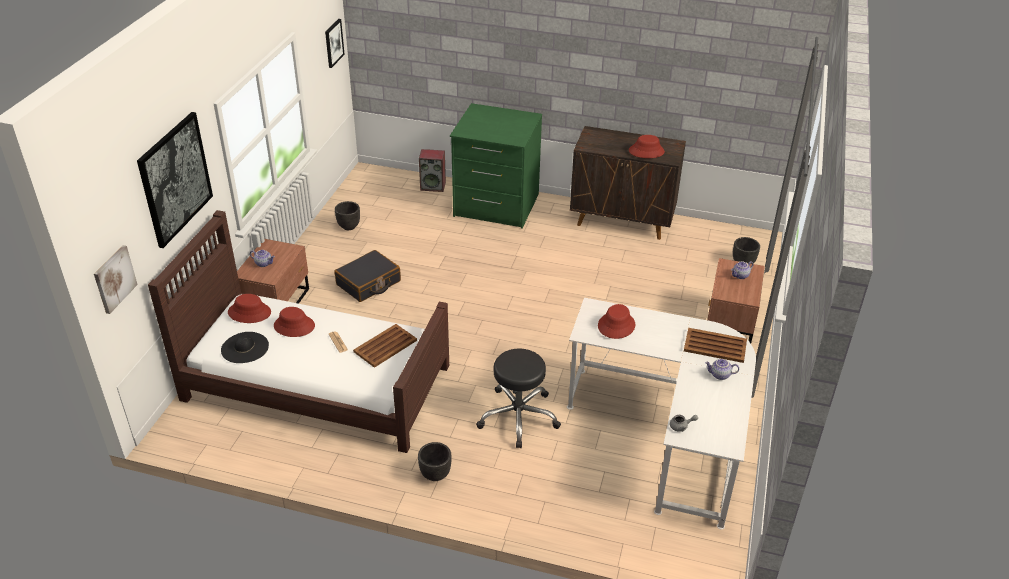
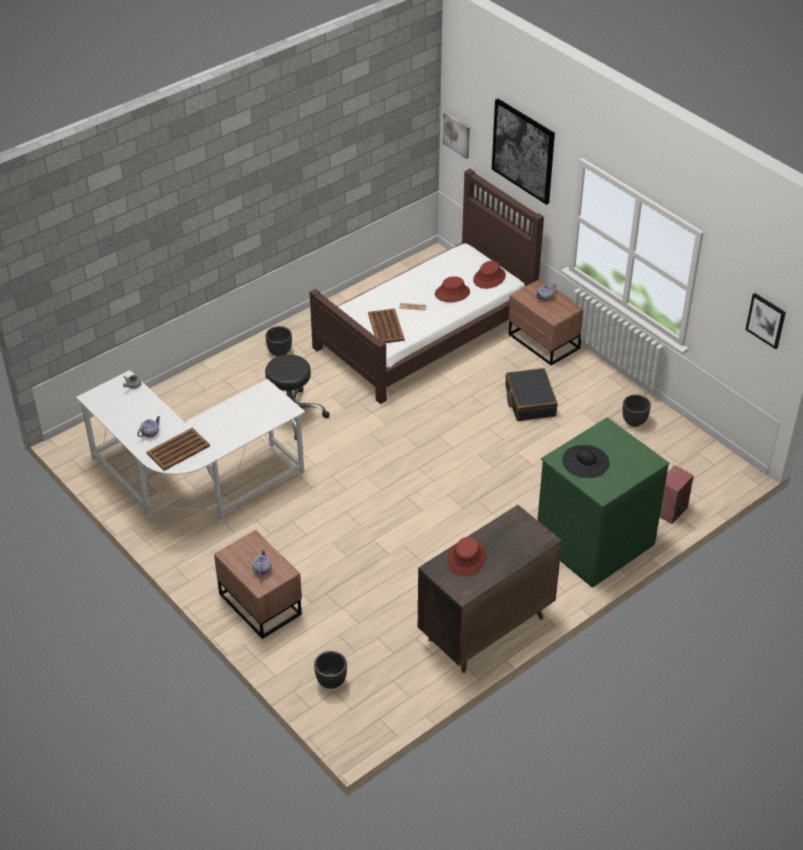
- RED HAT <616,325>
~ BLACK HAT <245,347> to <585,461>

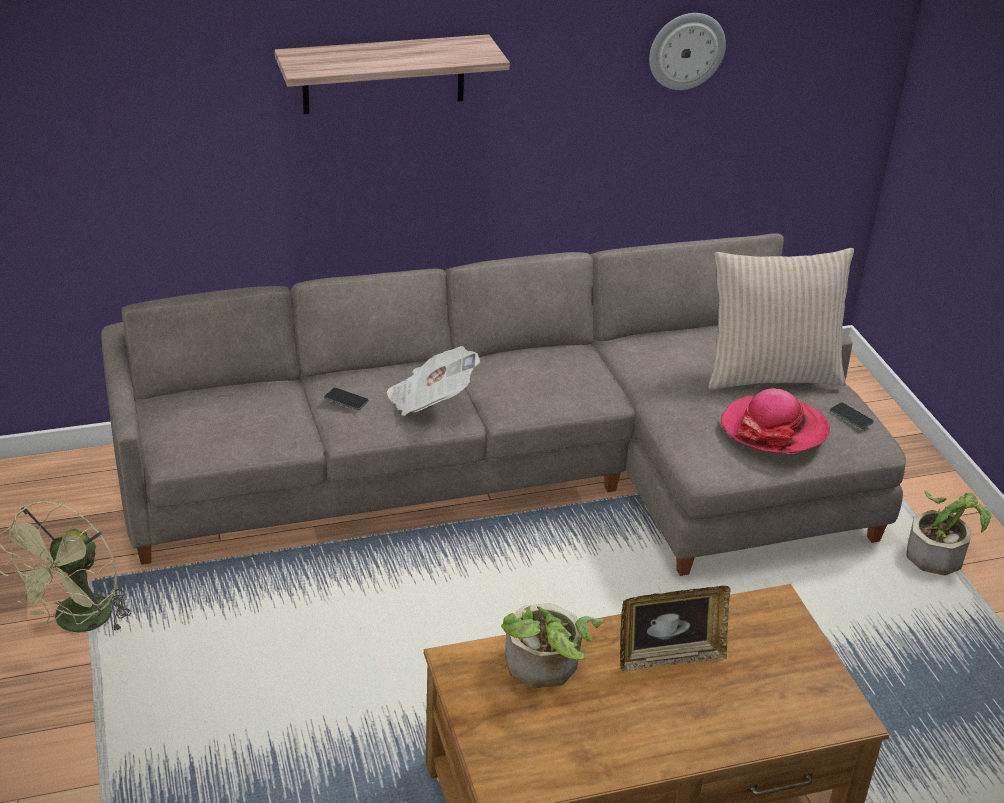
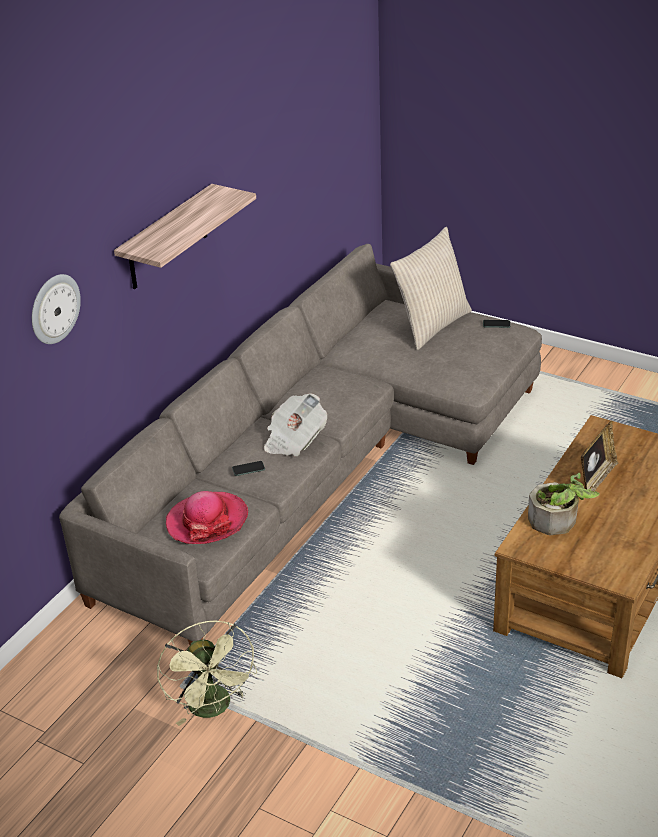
~ WALL CLOCK <686,50> to <54,308>
~ HAT <774,429> to <207,521>
- POTTED PLANT <940,553>

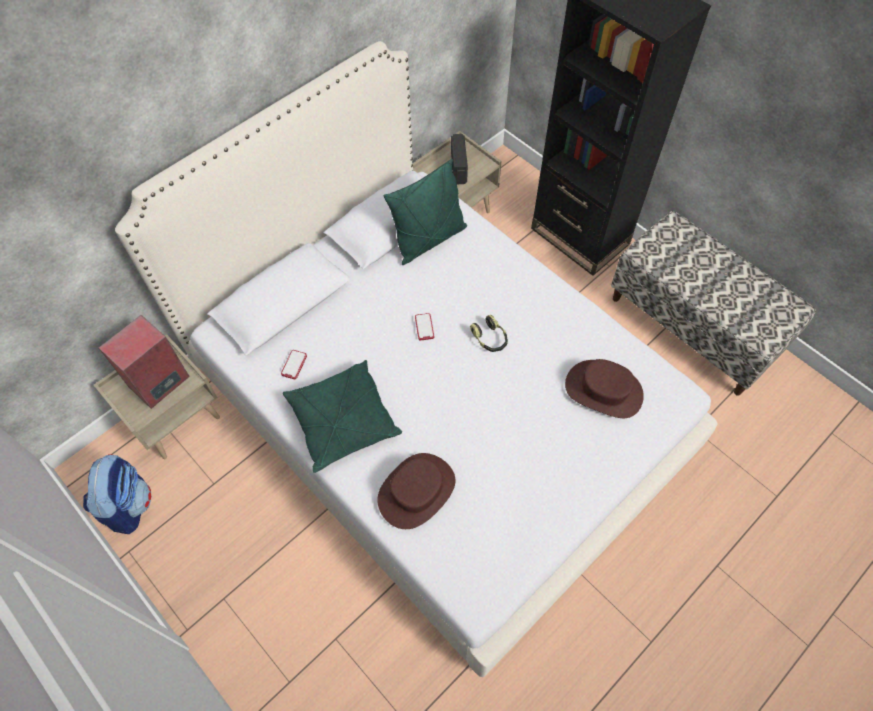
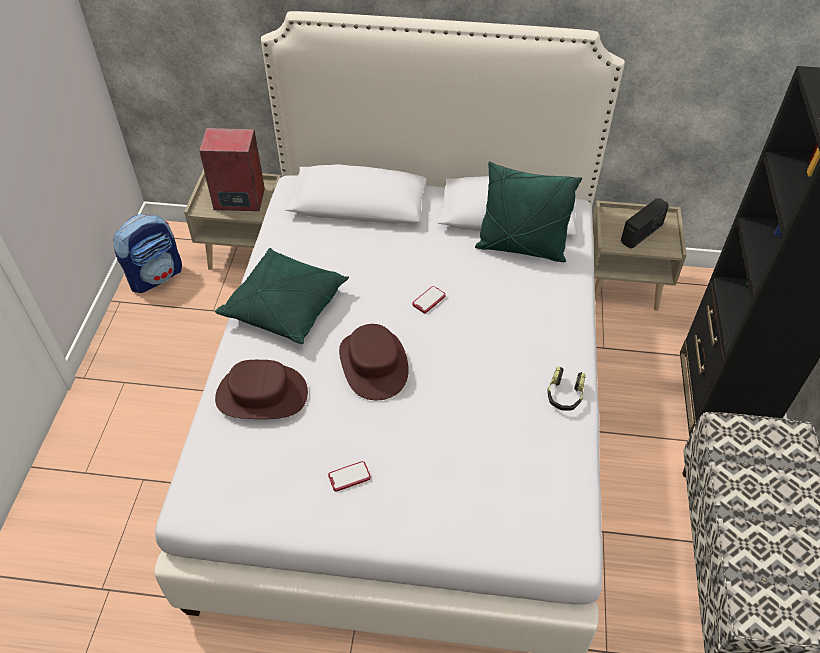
~ HEADPHONES <490,338> to <564,395>
~ PHONE <294,365> to <349,477>
~ BROWN HAT <604,390> to <374,364>

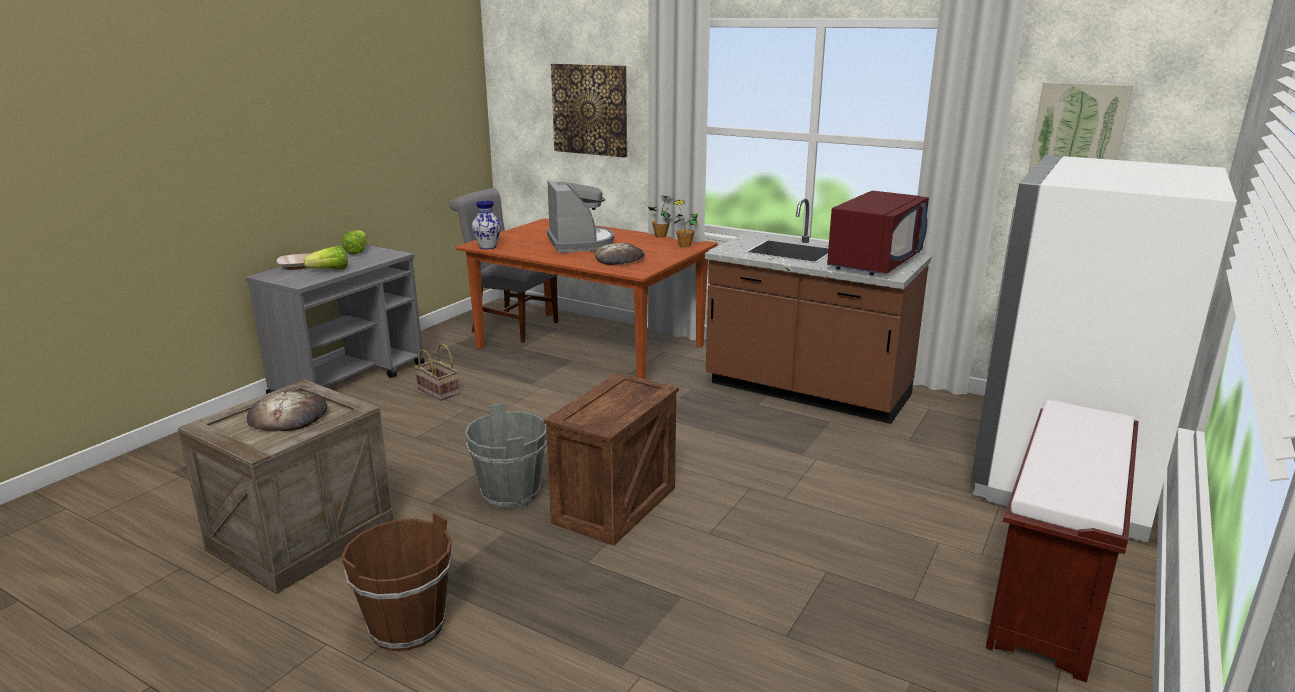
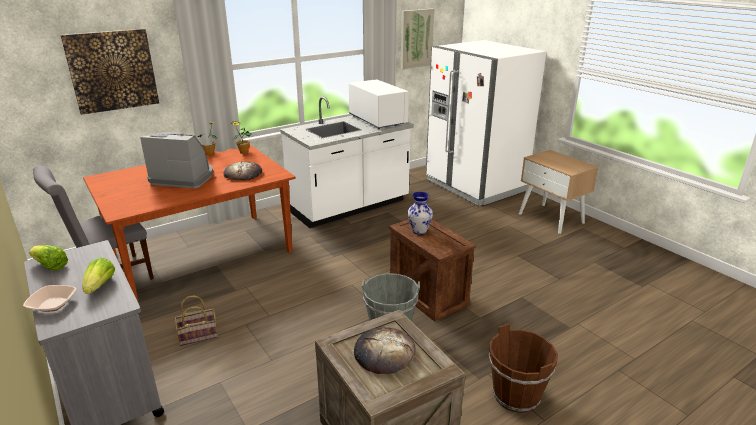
~ RED MICROWAVE <875,262> to WHITE MICROWAVE <377,120>
~ BROWN COUNTER <806,391> to WHITE COUNTER <350,207>
~ VASE <487,247> to <419,231>
~ BROWN BENCH <1051,595> to BEIGE NIGHTSTAND <551,218>

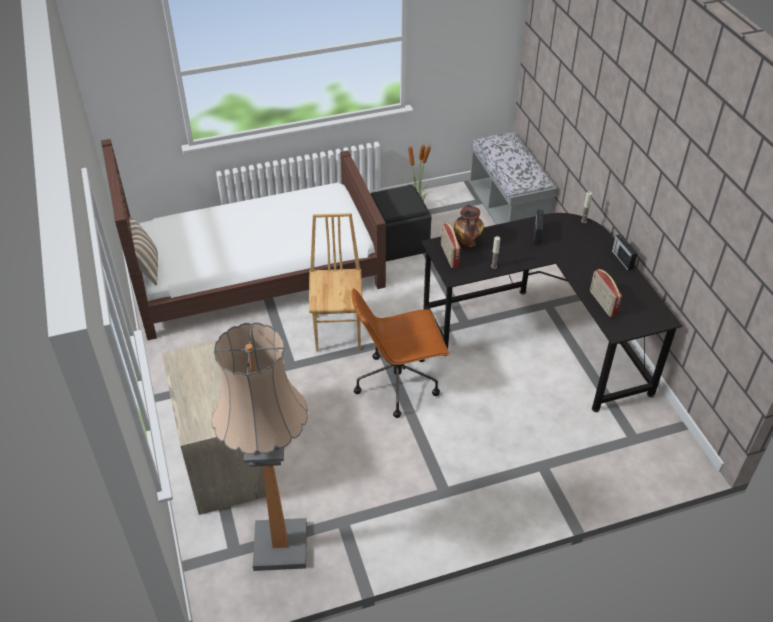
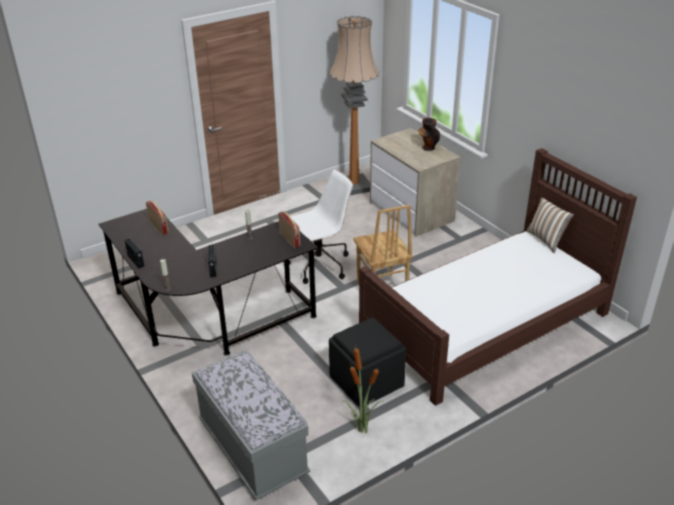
~ VASE <467,242> to <427,147>
~ BROWN OFFICE CHAIR <398,383> to WHITE OFFICE CHAIR <318,266>

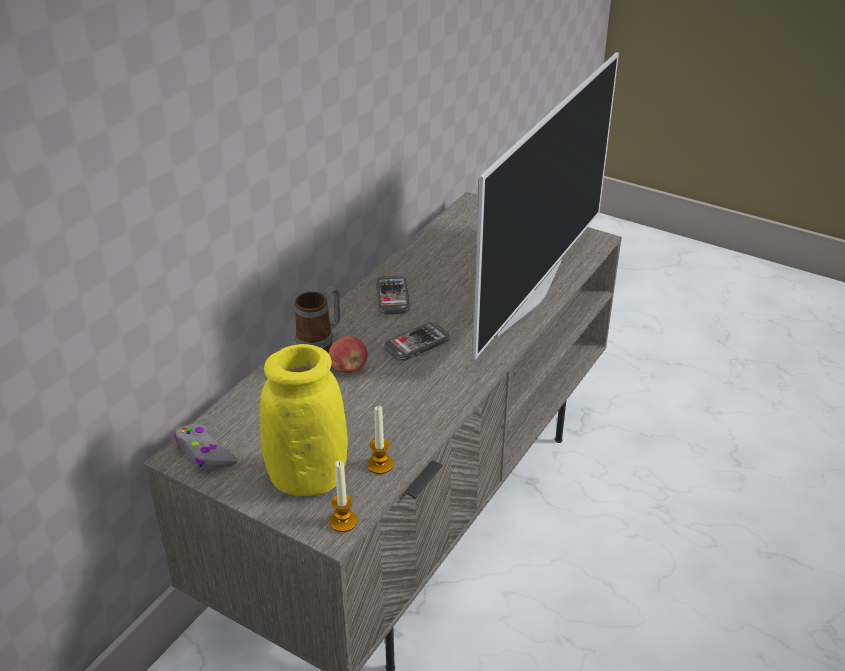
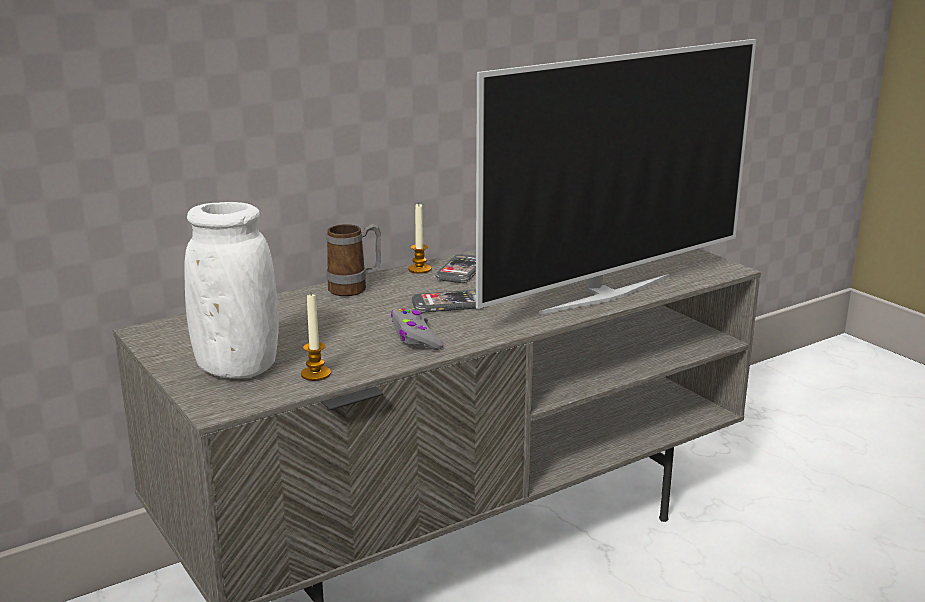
- APPLE <349,368>
~ YELLOW VASE <308,479> to WHITE VASE <237,368>
~ GREY GAME CONTROLLER <205,453> to <415,338>
~ CANDLE <343,521> to <419,269>

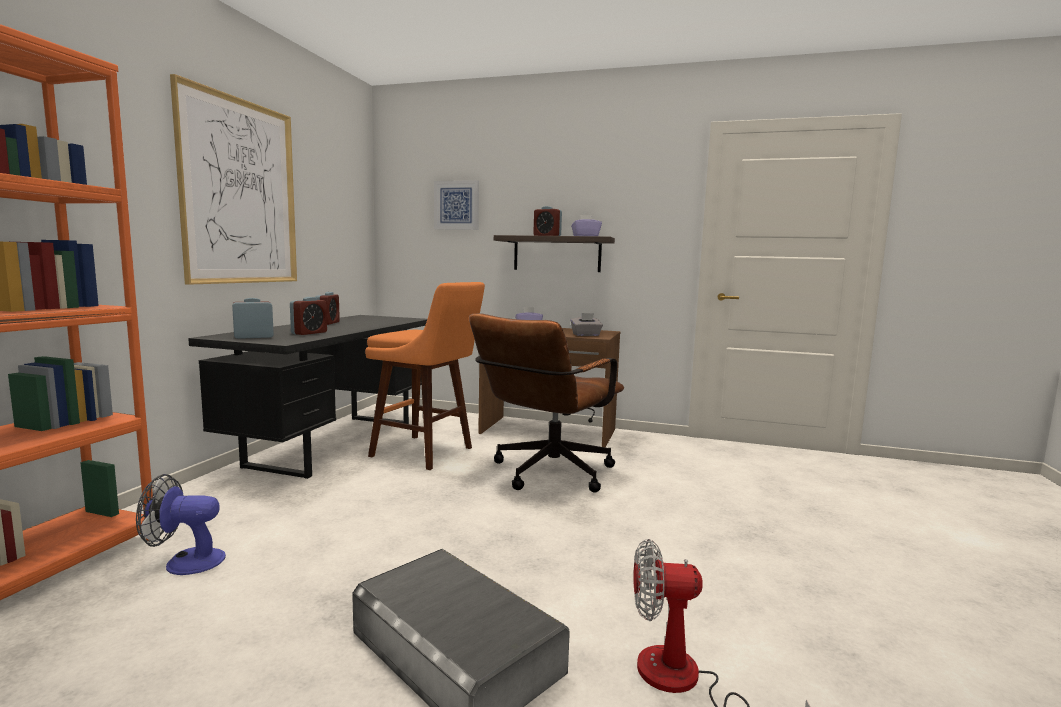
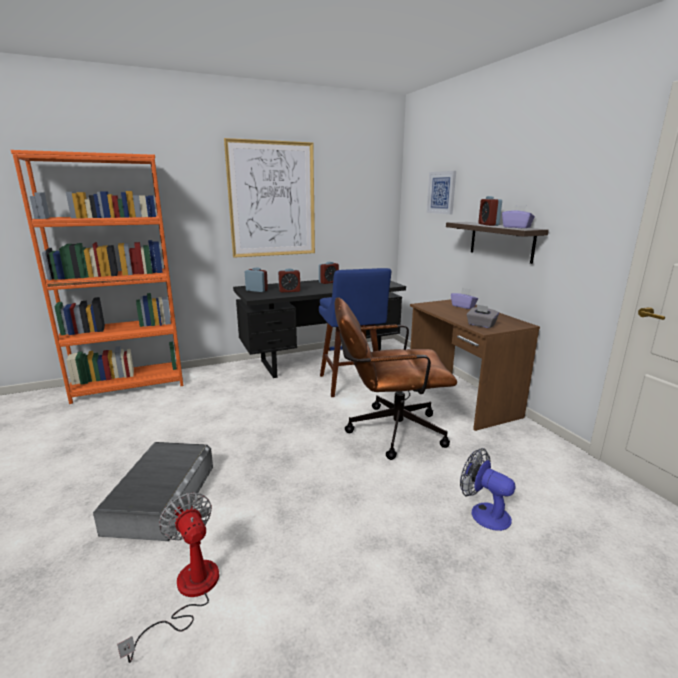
~ ORANGE STOOL <427,453> to BLUE STOOL <351,385>
~ FAN <185,562> to <483,513>

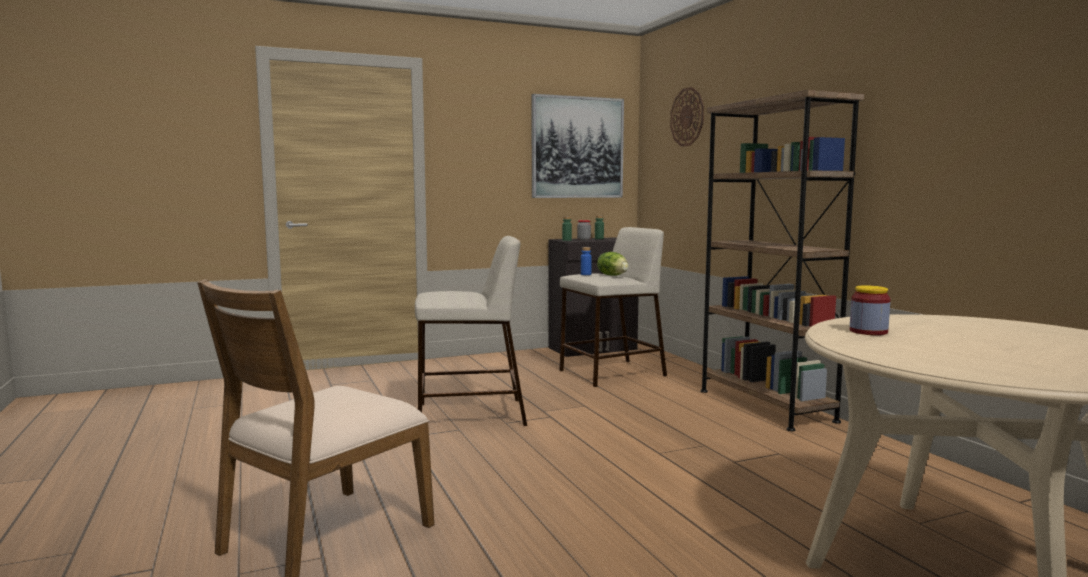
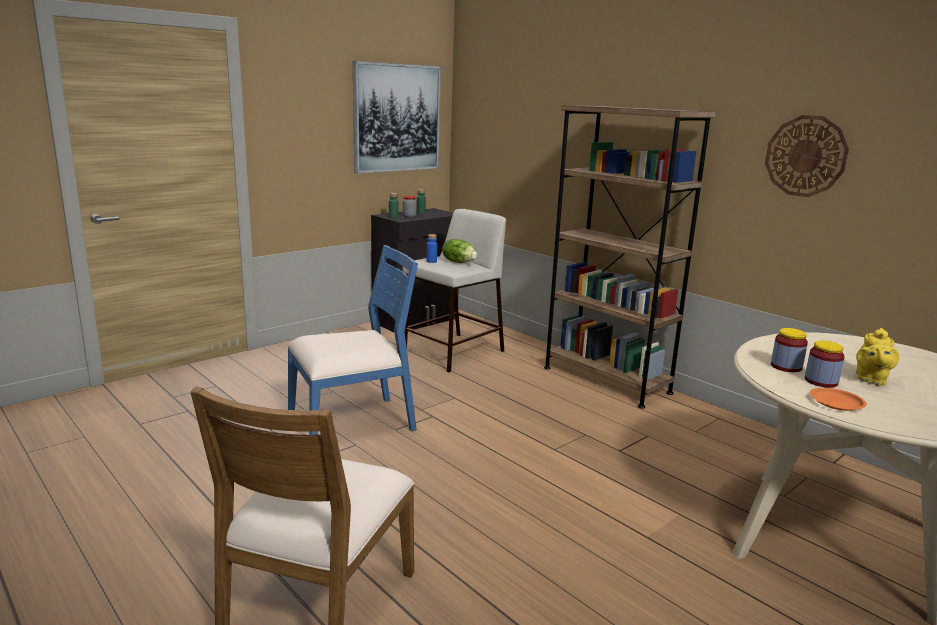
~ WALL CLOCK <687,117> to <805,156>
~ BEIGE STOOL <469,414> to BLUE CHAIR <353,423>
+ YELLOW TEAPOT <870,380>
+ JAR <821,381>
+ ORANGE PLATE <836,402>

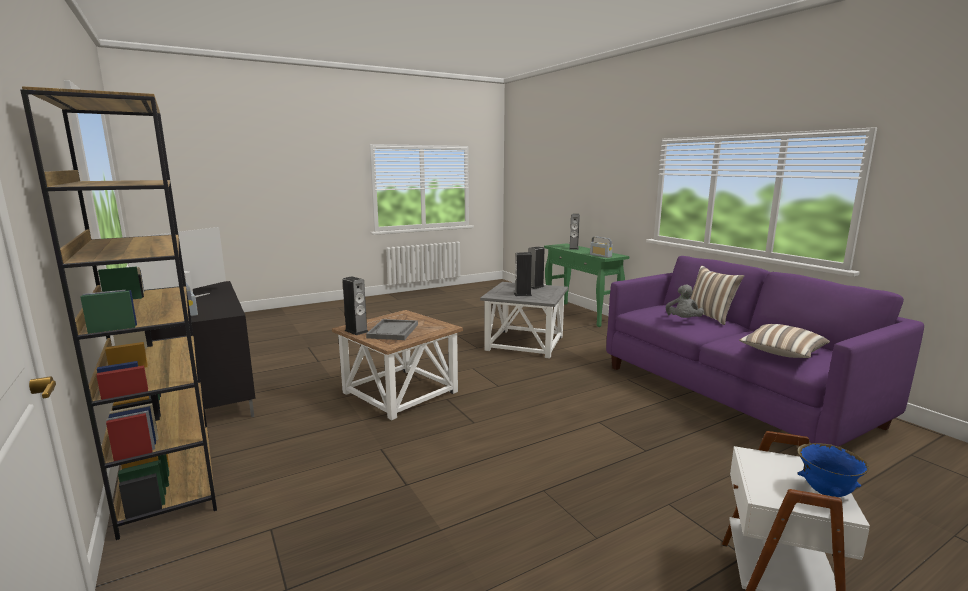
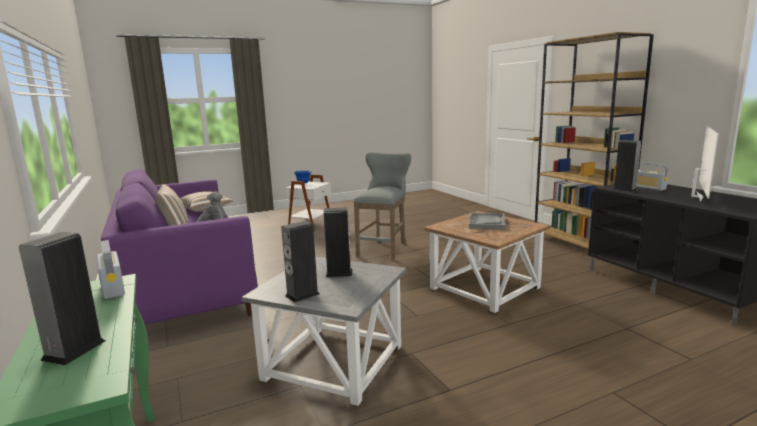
~ SPEAKER <356,331> to <624,189>
+ GREY STOOL <384,248>

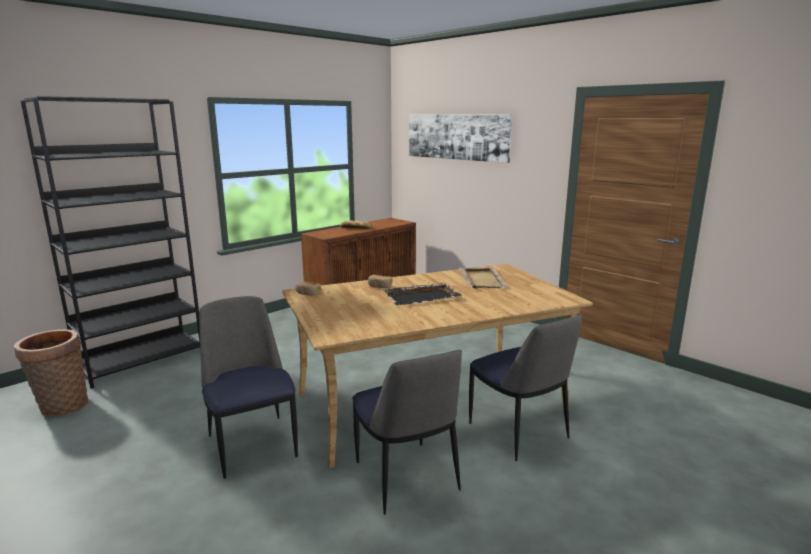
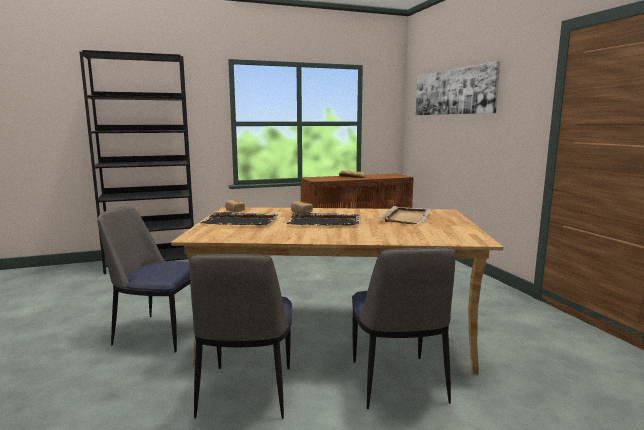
~ CHAIR <252,444> = <158,333> 75 degrees counterclockwise
- BASKET <61,406>
+ BLACK TRAY <241,222>

